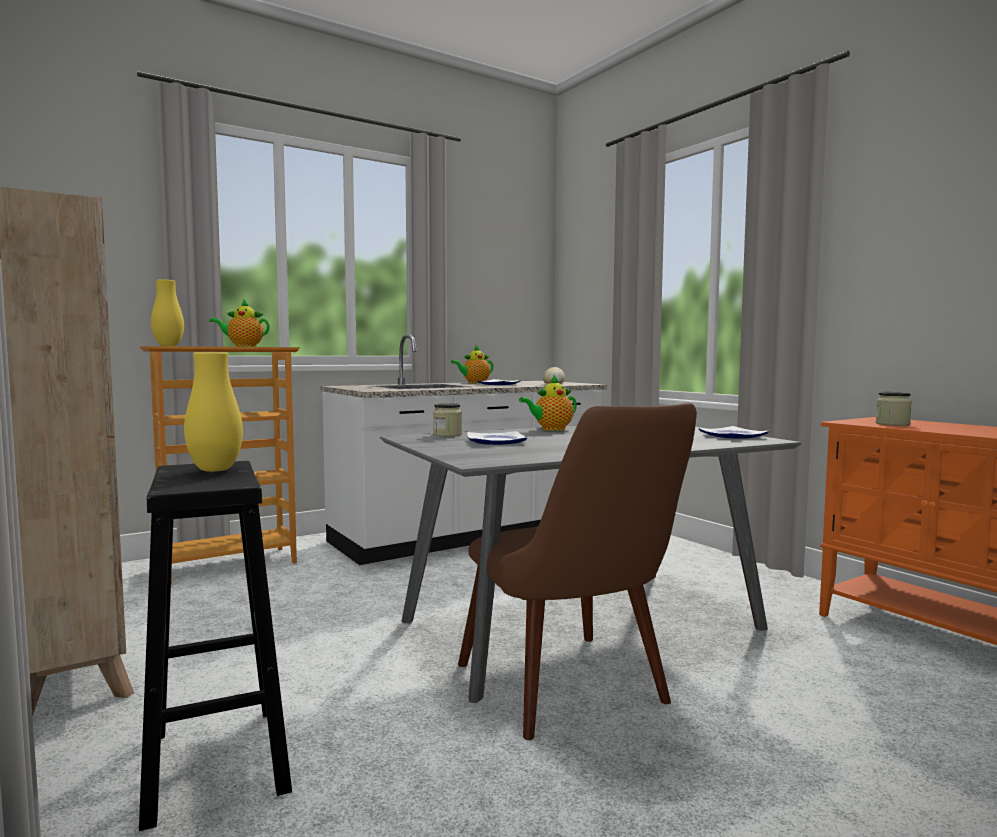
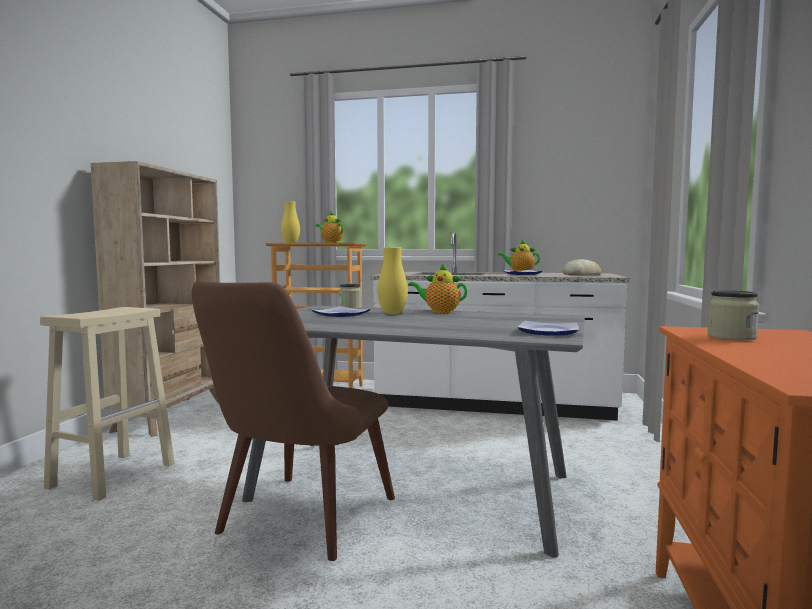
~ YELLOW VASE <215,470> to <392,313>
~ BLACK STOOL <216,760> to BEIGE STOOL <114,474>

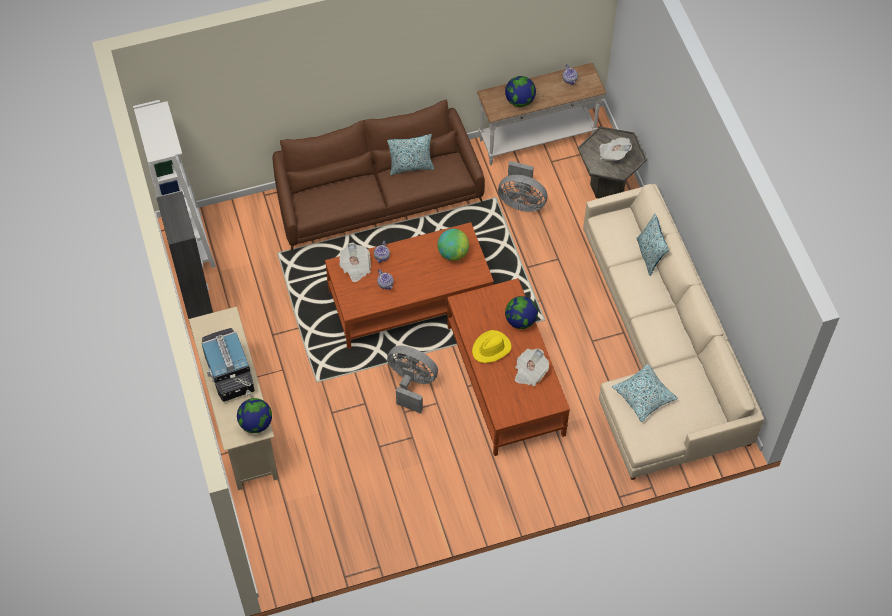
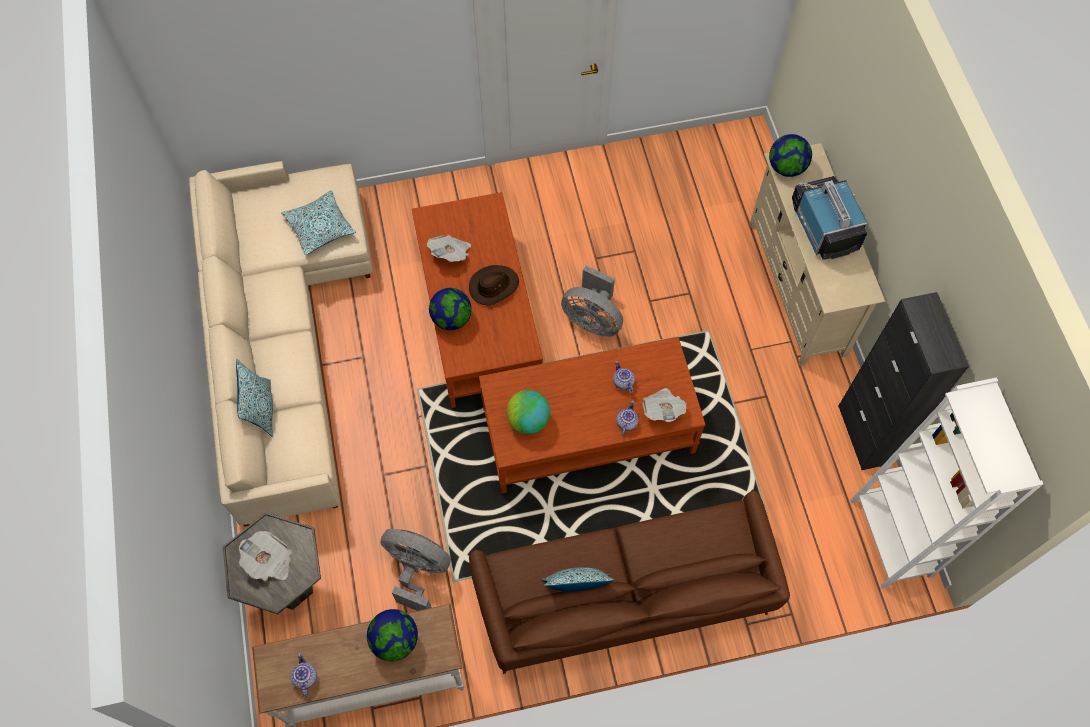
~ YELLOW HAT <491,348> to BROWN HAT <493,286>

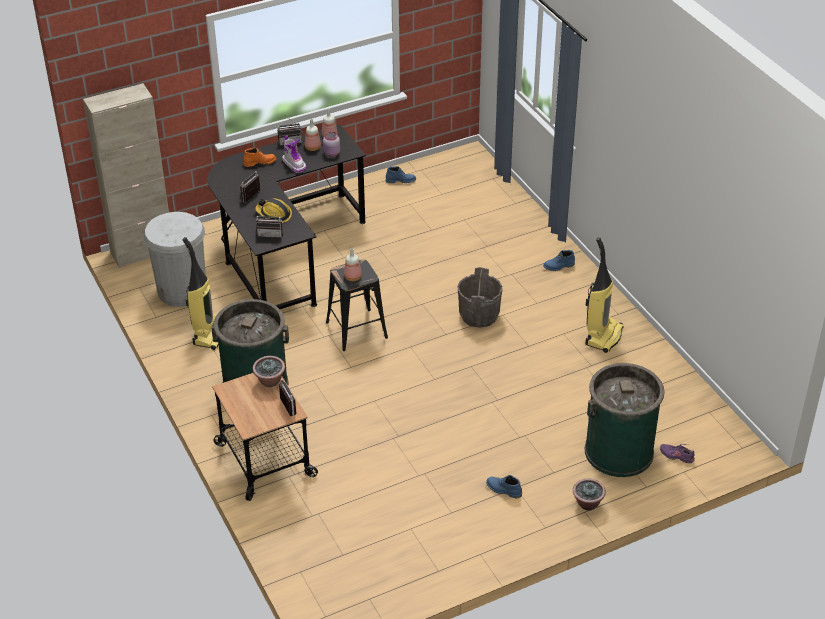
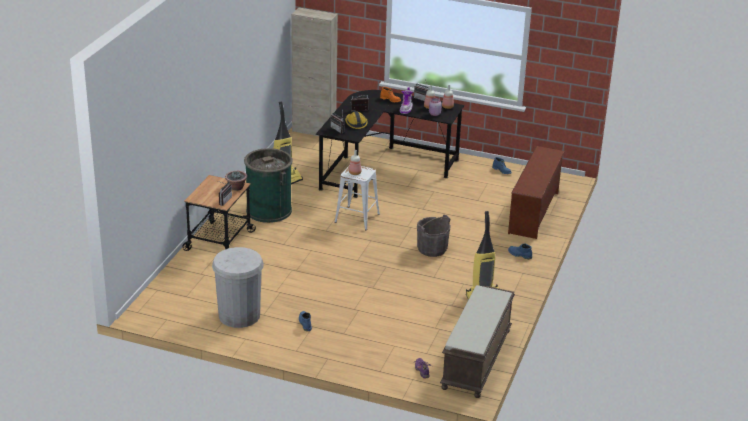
~ WHITE TRASH CAN <182,291> to <239,315>
~ BLACK STOOL <357,330> to WHITE STOOL <357,218>
- GREEN TRASH CAN <618,451>
- POTTED PLANT <587,504>
+ BROWN SHOE RACK <534,213>
+ BROWN BENCH <477,360>

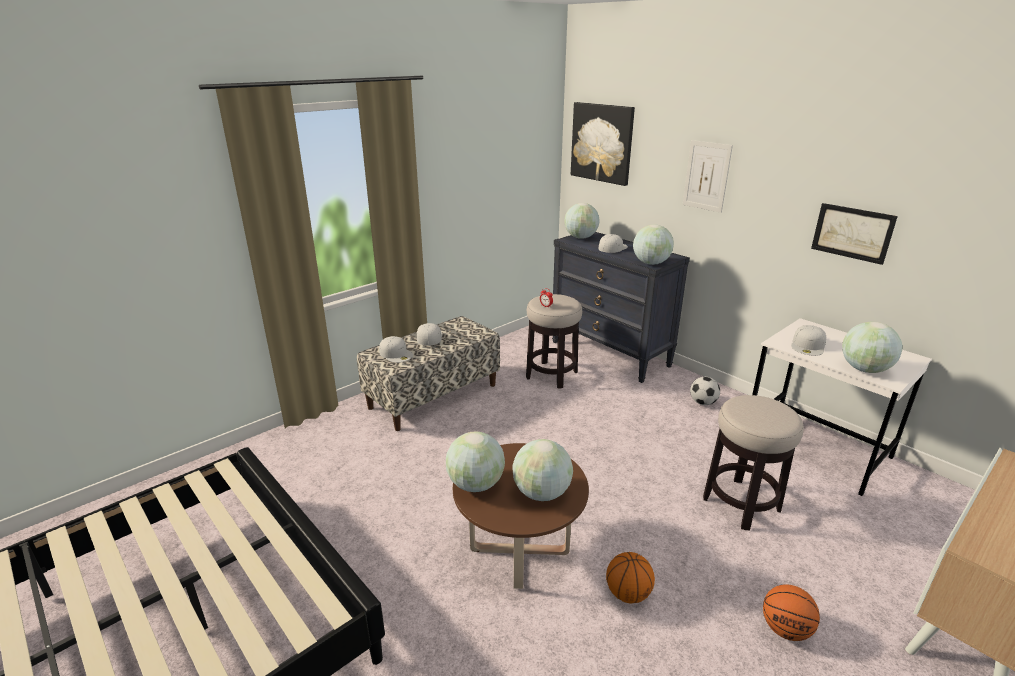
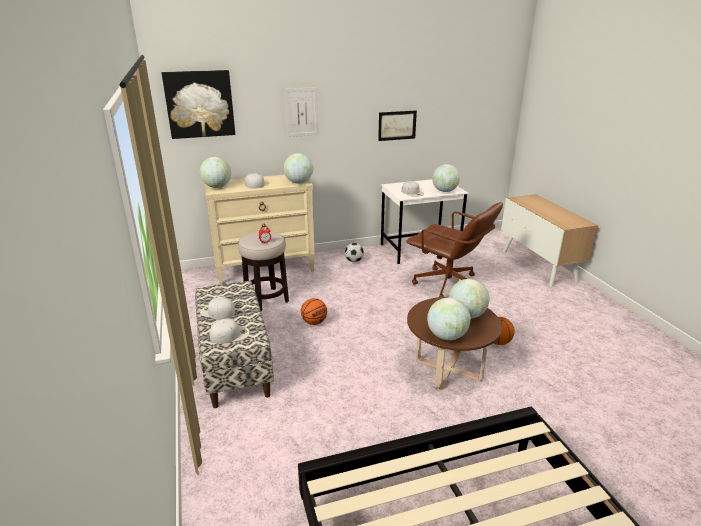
~ BLACK DRESSER <610,353> to BEIGE DRESSER <265,269>
~ STOOL <741,504> to BROWN OFFICE CHAIR <448,285>
~ BASKETBALL <785,629> to <314,322>

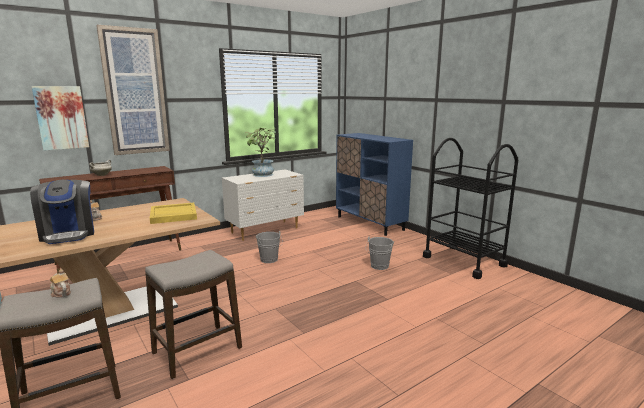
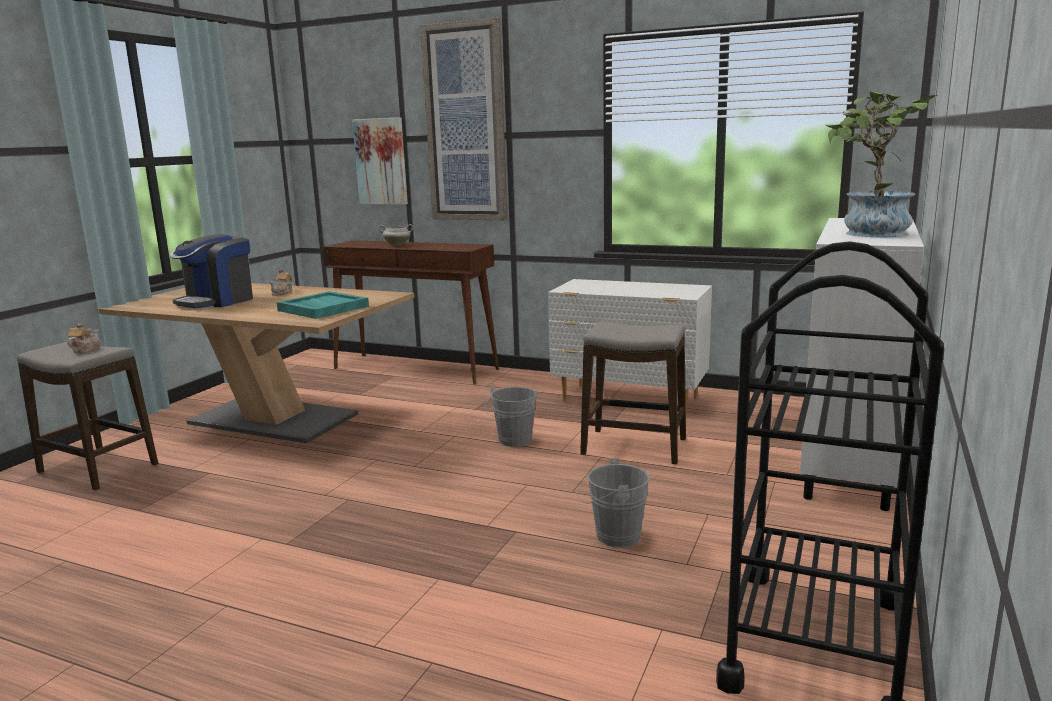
~ POTTED PLANT <262,175> to <869,234>
~ BLUE CABINET <370,223> to WHITE CABINET <848,463>
~ YELLOW TRAY <173,215> to TURQUOISE TRAY <322,308>
~ STOOL <197,350> to <634,447>

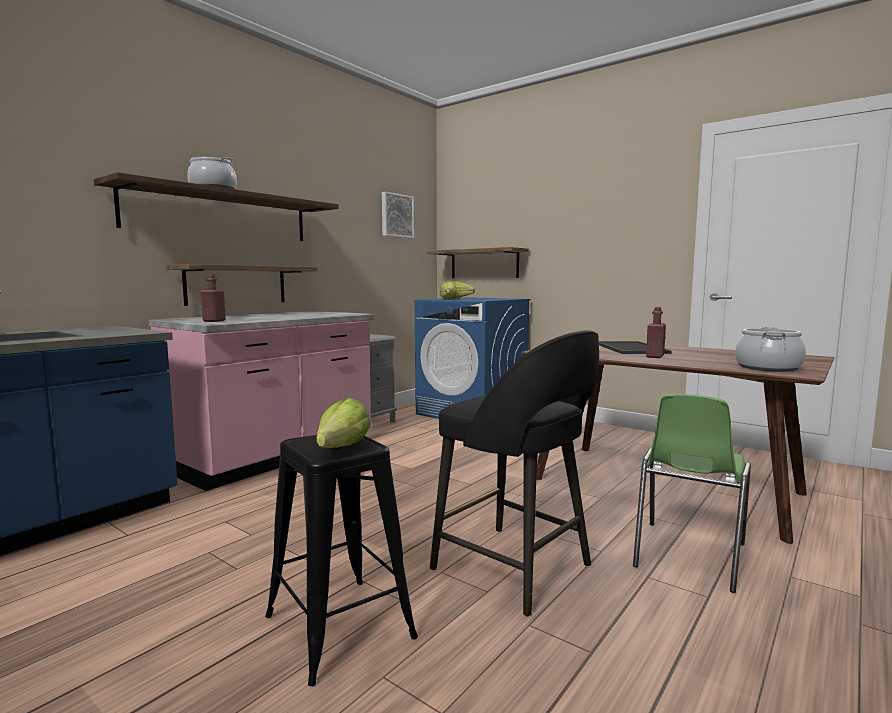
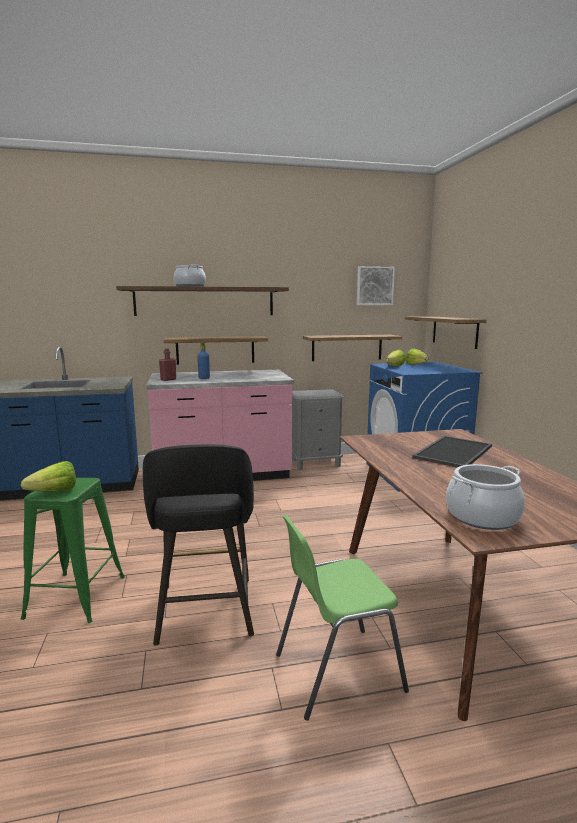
- RED BOTTLE <655,356>
~ BLACK STOOL <339,627> to GREEN STOOL <76,597>
+ SHELF <347,347>
+ BLUE BOTTLE <204,378>

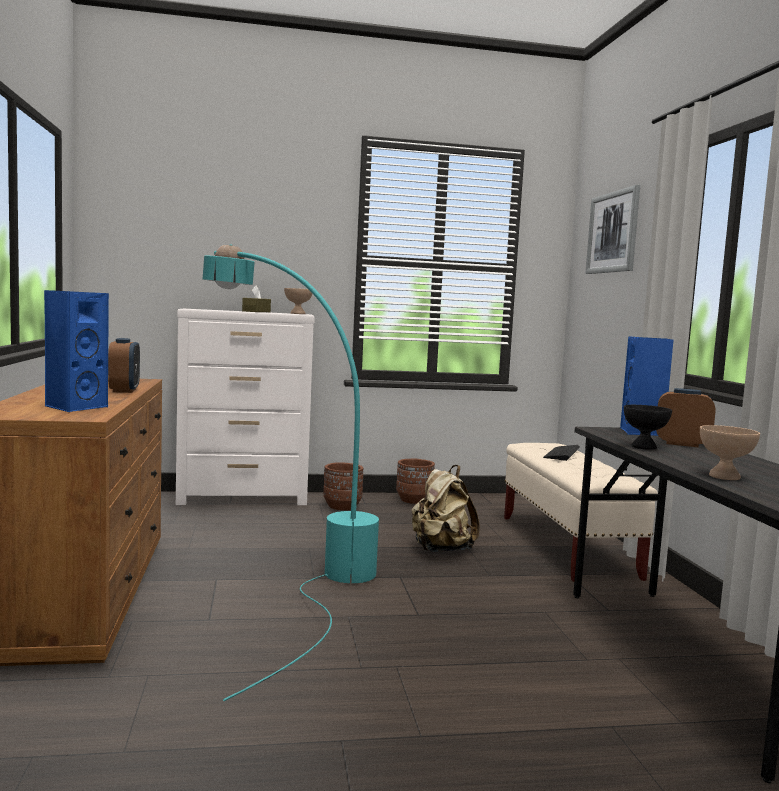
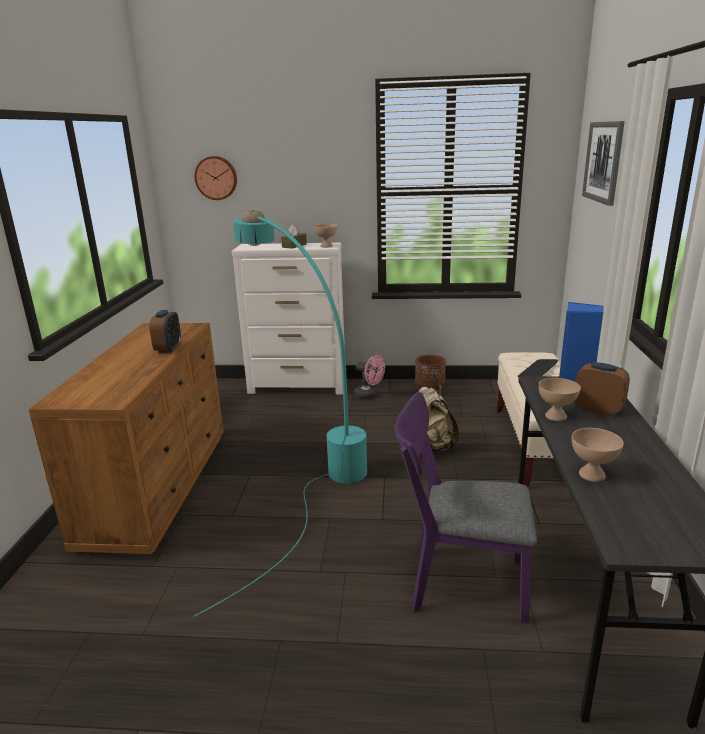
- BLUE SPEAKER <74,407>
~ BLACK BOWL <643,447> to BEIGE BOWL <555,416>
~ BROWN PLANTER <342,506> to PINK FAN <369,395>
+ WALL CLOCK <216,178>
+ PURPLE CHAIR <458,583>

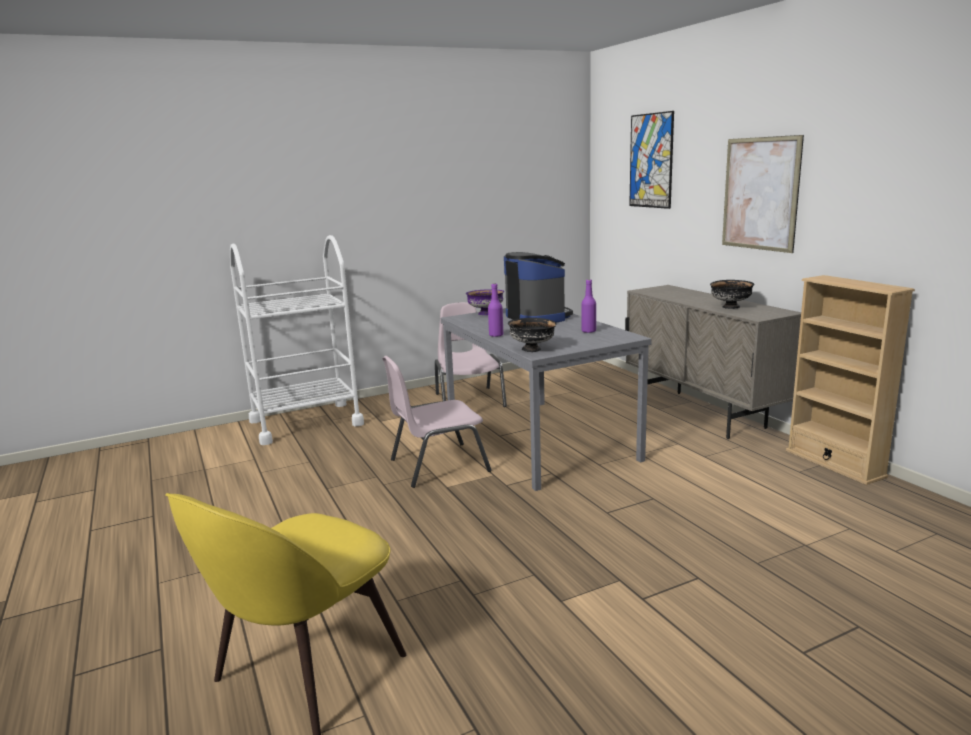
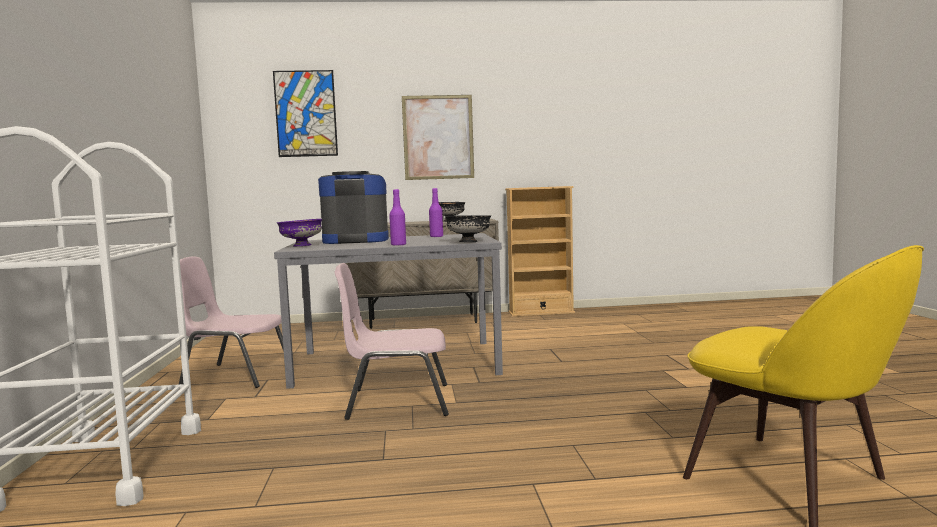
~ PINK CHAIR <437,465> = <397,402> 90 degrees clockwise

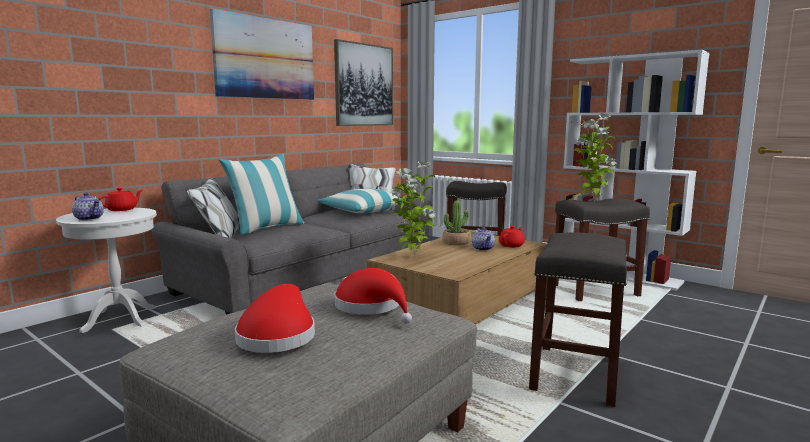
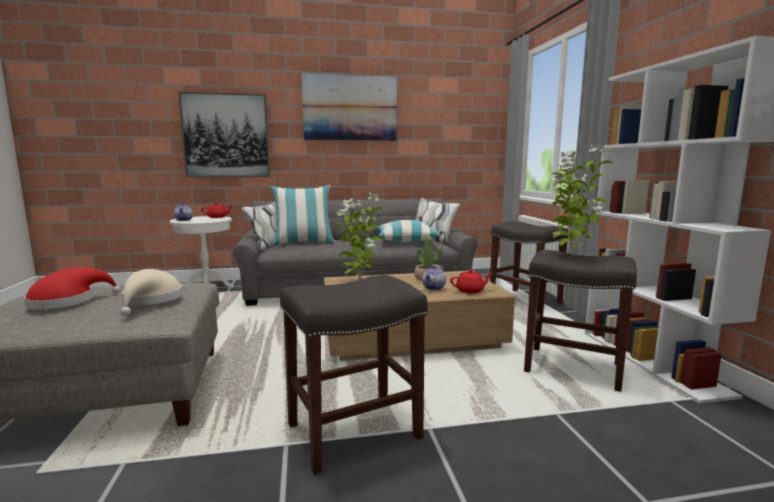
~ PICTURE <364,85> to <226,136>
~ RED HAT <372,307> to BEIGE HAT <151,300>

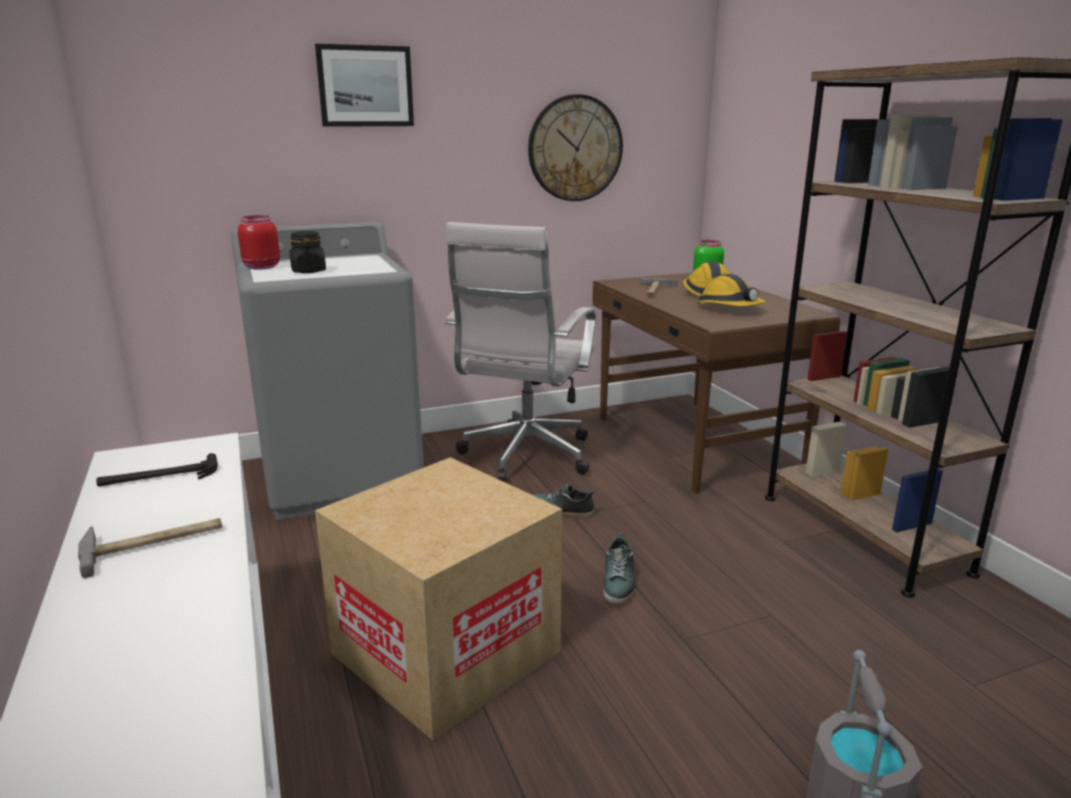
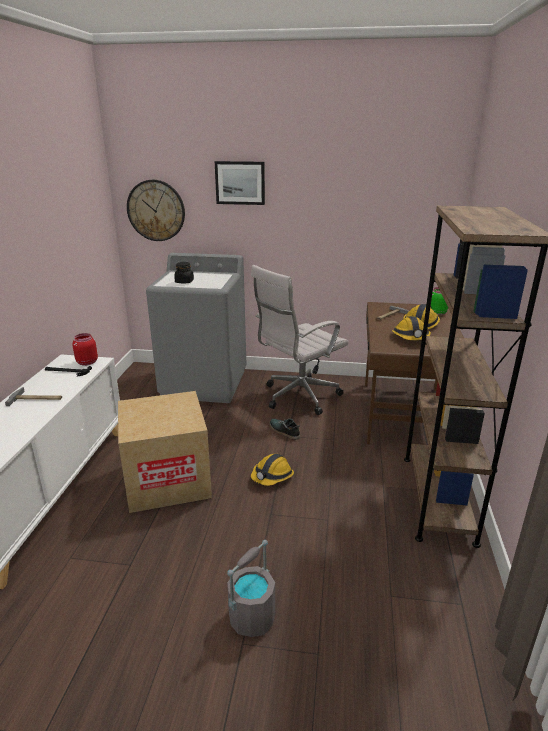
~ WALL CLOCK <575,148> to <156,210>
~ RED JAR <260,267> to <86,362>
~ SHOE <619,582> to HARD HAT <272,476>

